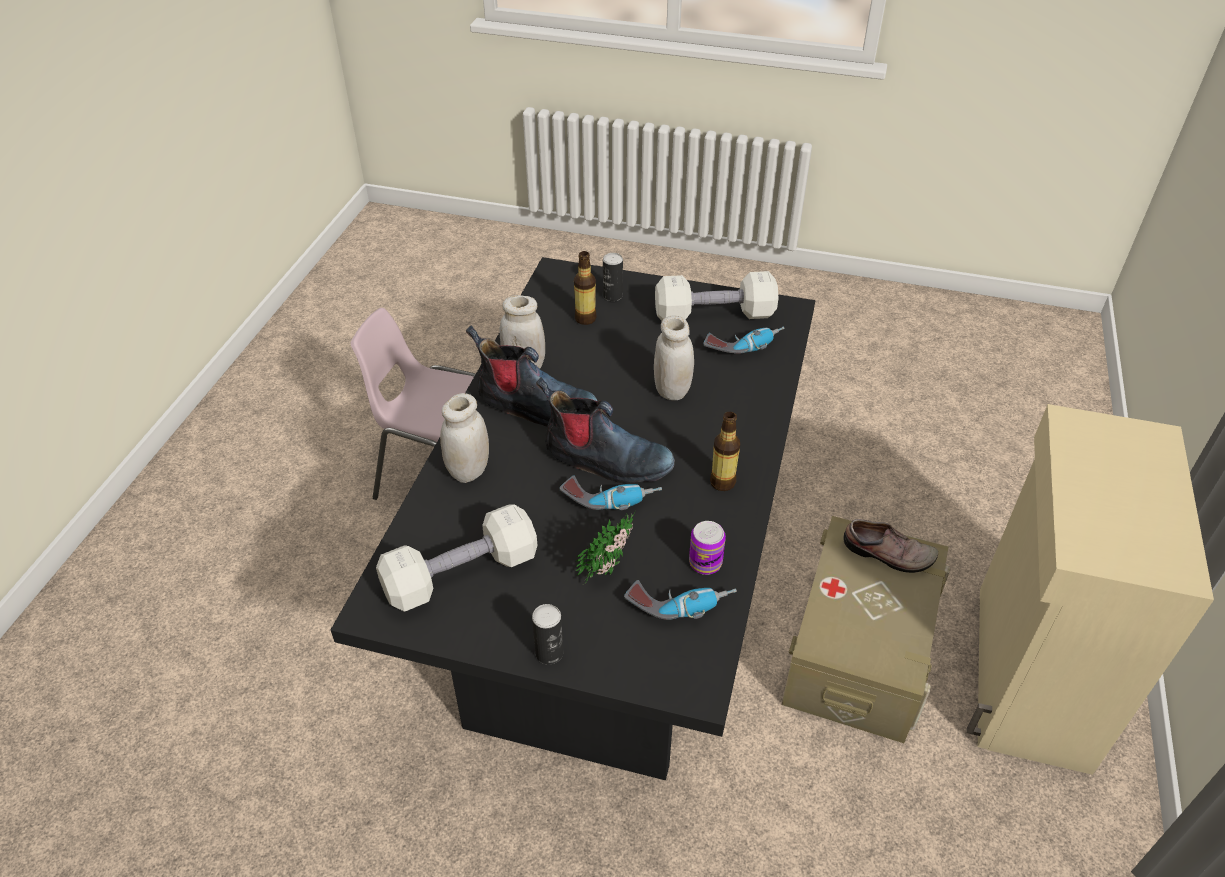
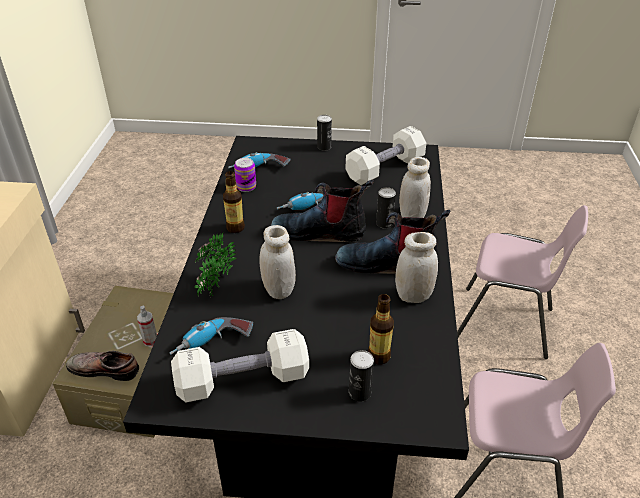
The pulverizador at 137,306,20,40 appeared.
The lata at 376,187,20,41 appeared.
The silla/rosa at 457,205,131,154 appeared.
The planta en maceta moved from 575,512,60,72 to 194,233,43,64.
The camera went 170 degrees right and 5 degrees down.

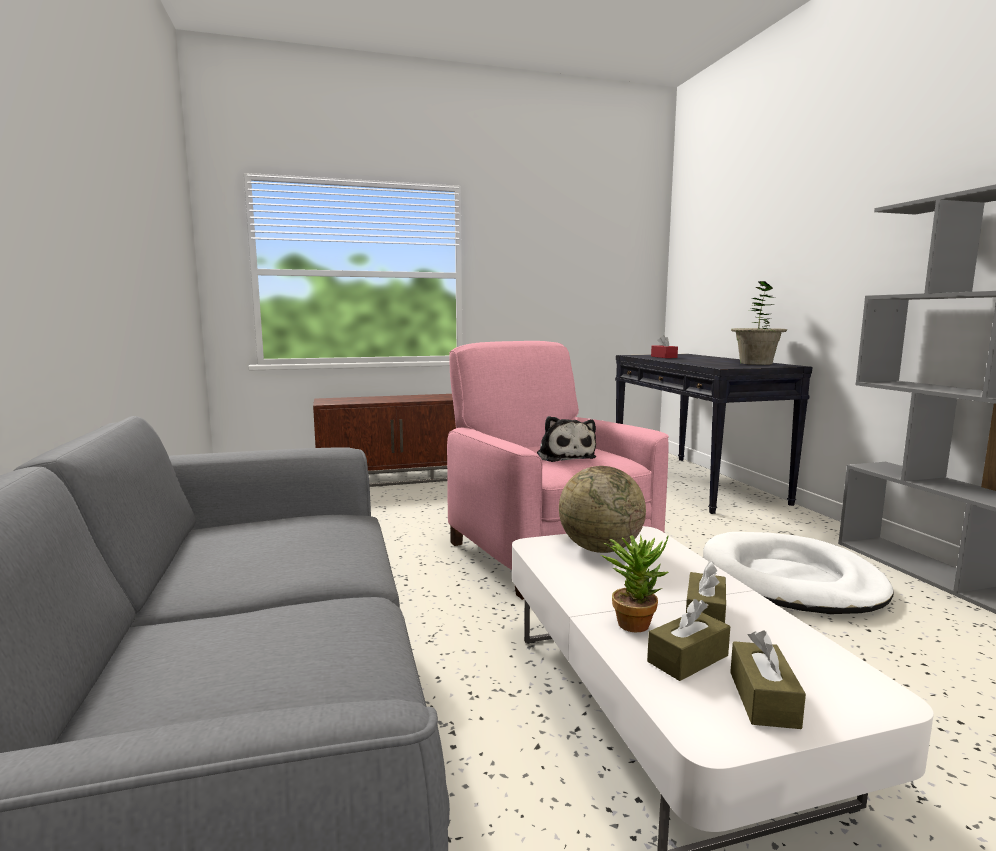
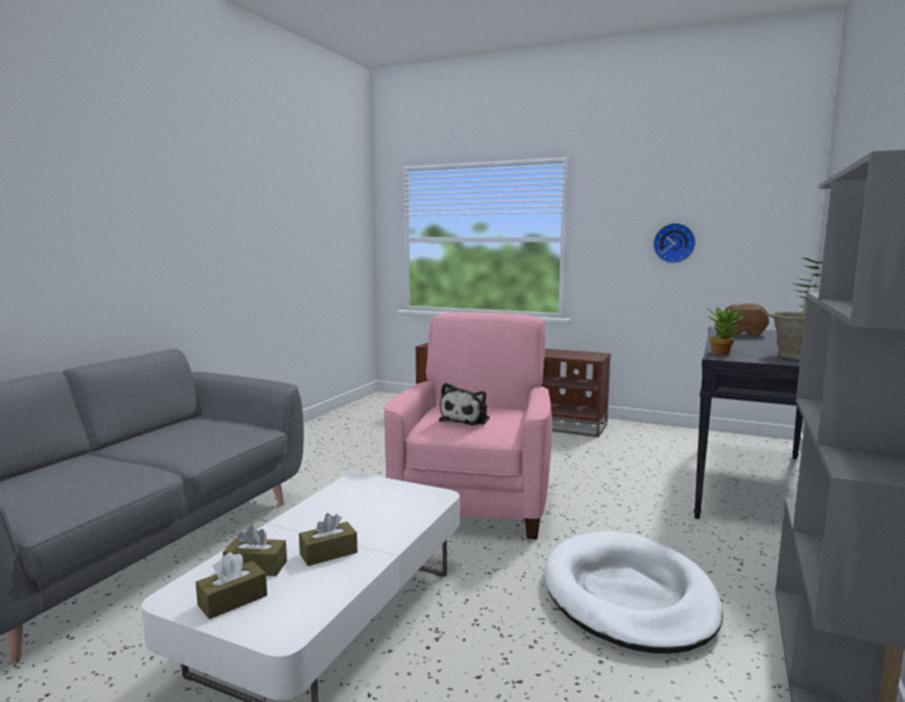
The globo terráqueo at 559,466,87,87 disappeared.
The reloj de pared at 653,223,43,40 appeared.
The planta en maceta moved from 601,535,68,97 to 708,307,37,47.
The caja de pañuelos/rojo at 651,335,27,23 was replaced by the peluche/marrón at 717,304,52,33.
The camera went 40 degrees right and 0 degrees up.

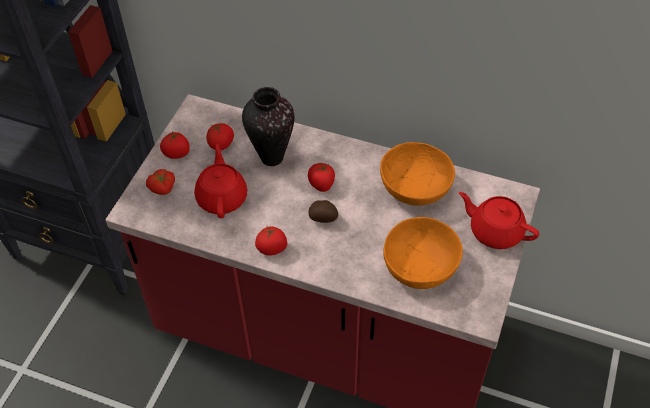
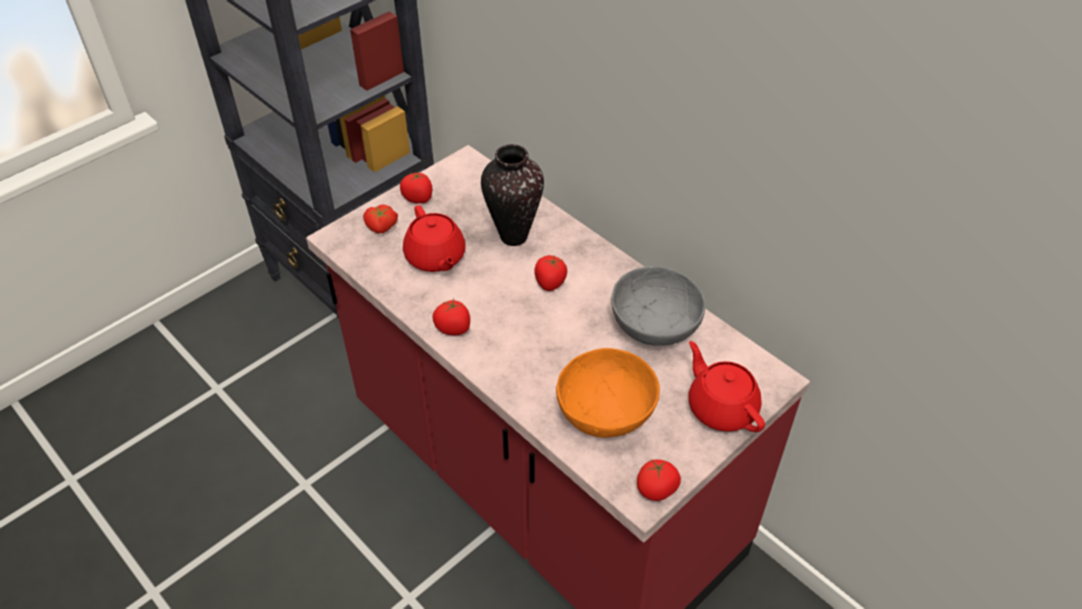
The patata at 309,200,29,23 disappeared.
The tomate moved from 206,123,28,27 to 637,459,44,42.
The cuenco/naranja at 380,142,75,64 became the cuenco/gris at 611,266,94,80.
The tetera/rojo at 194,144,53,74 turned 135 degrees clockwise.
The camera went 25 degrees right and 5 degrees down.

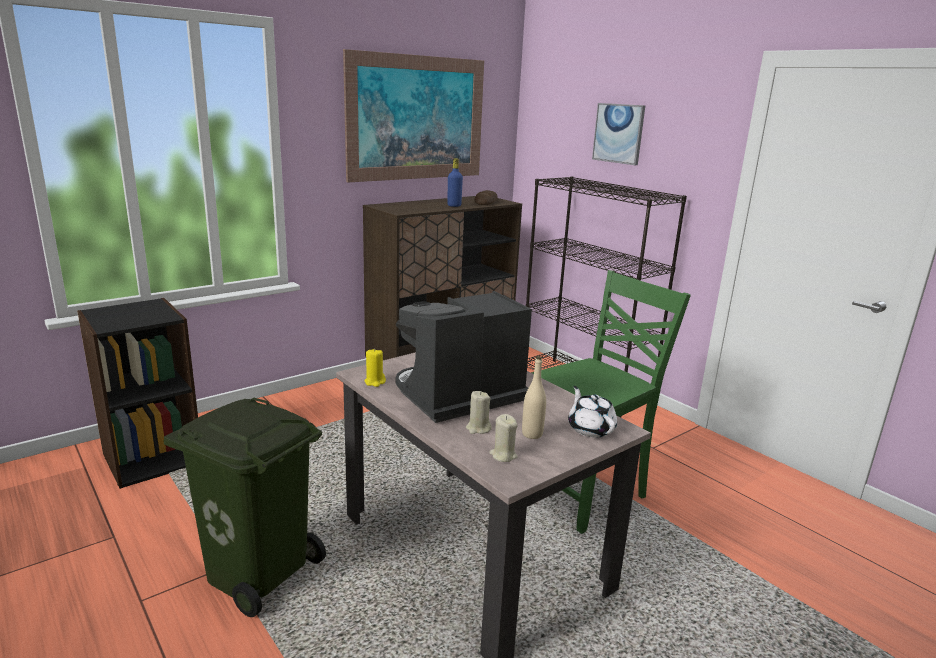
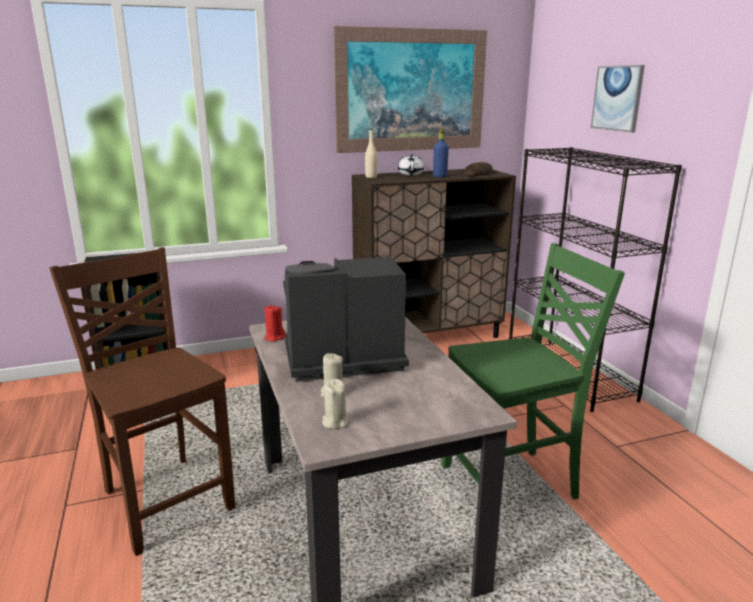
The botella/beis moved from 522,356,24,83 to 365,129,12,49.
The tetera/blanco moved from 568,386,49,52 to 398,153,26,22.
The papelera/verde at 164,398,162,219 was replaced by the silla/marrón at 49,247,186,309.
The vela/amarillo at 364,348,22,39 became the vela/rojo at 265,306,21,36.
The camera went 20 degrees right and 0 degrees up.

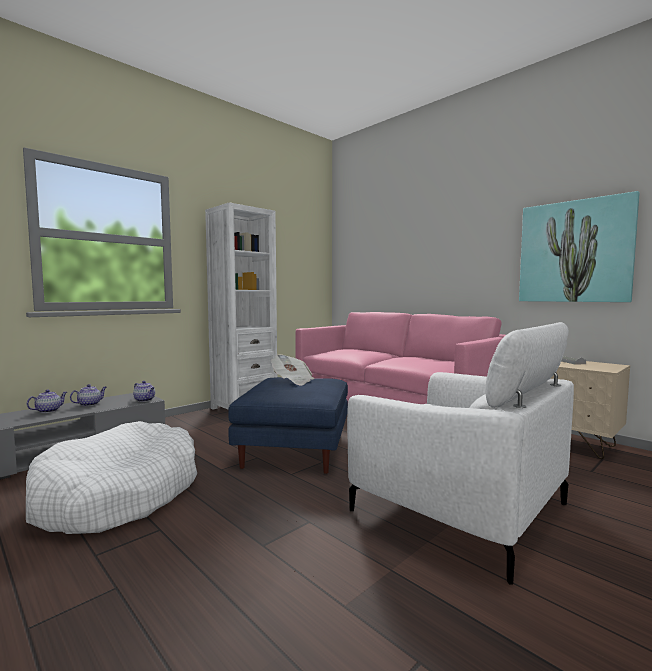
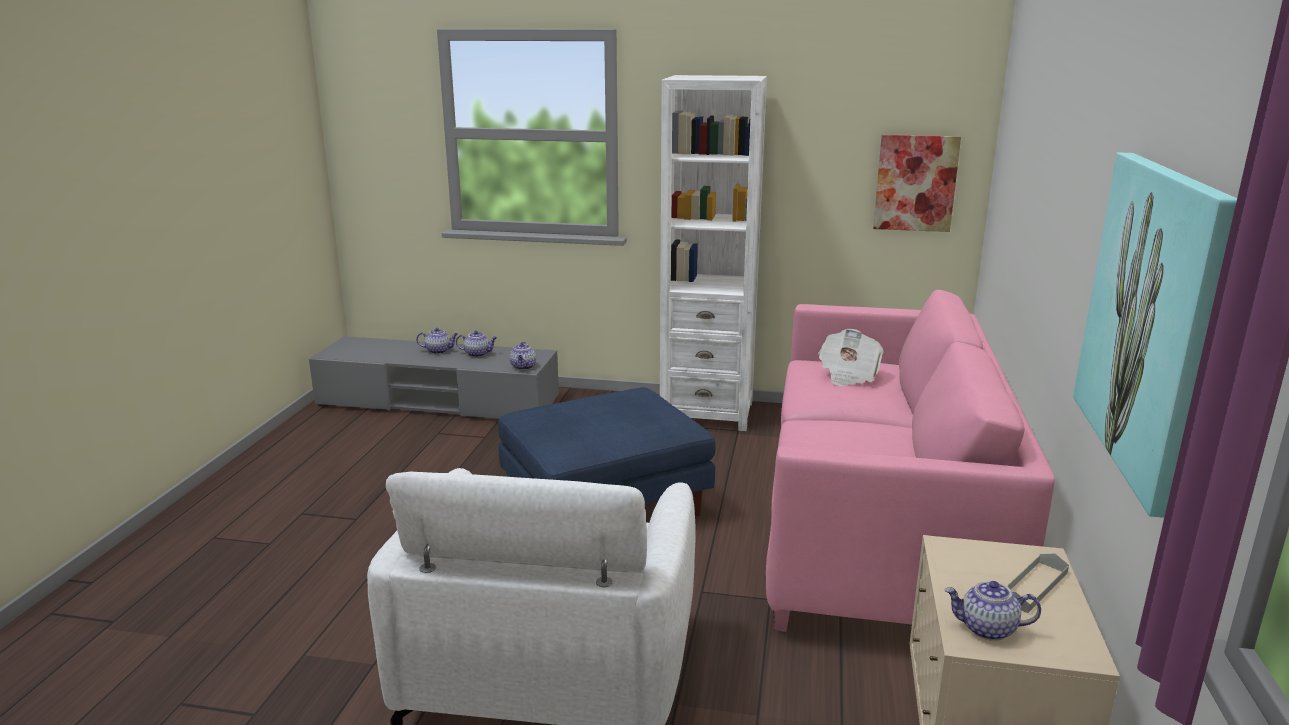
The cama para perro/blanco at 26,421,171,113 disappeared.
The cuadro at 873,135,88,97 appeared.
The tetera at 944,581,97,60 appeared.
The periódico moved from 271,354,43,32 to 818,329,66,57.
The camera went 55 degrees right and 15 degrees up.

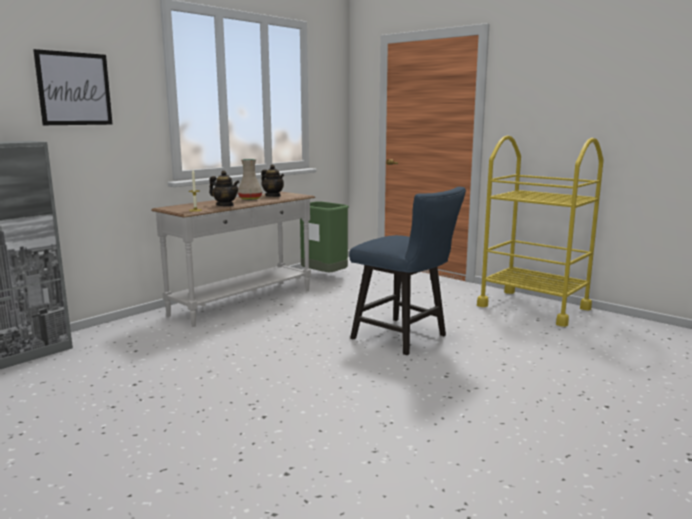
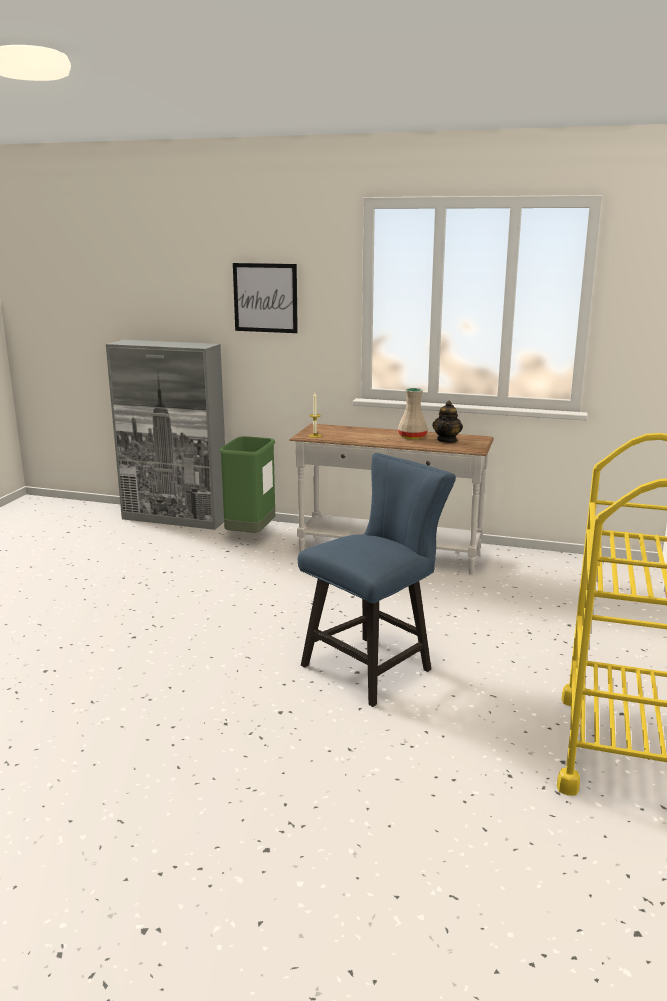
The tetera at 209,171,30,35 disappeared.
The papelera/verde moved from 300,201,49,71 to 219,436,56,97.
The silla/azul at 349,187,117,168 turned 150 degrees counterclockwise.
The camera went 65 degrees right and 5 degrees up.

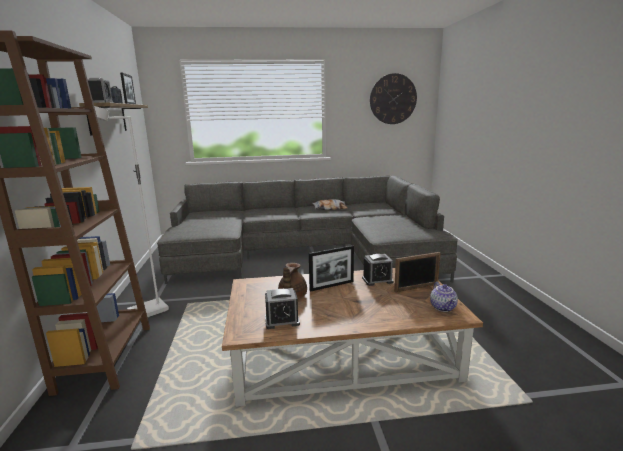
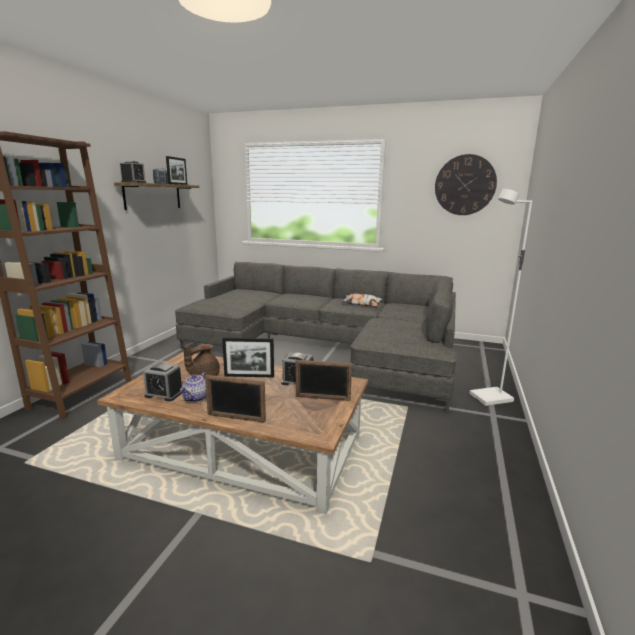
The portarretratos at 205,375,61,48 appeared.
The lámpara de pie/blanco moved from 94,106,75,211 to 469,189,63,217.
The tetera moved from 430,282,28,30 to 180,372,28,30.
The camera went 25 degrees right and 0 degrees up.

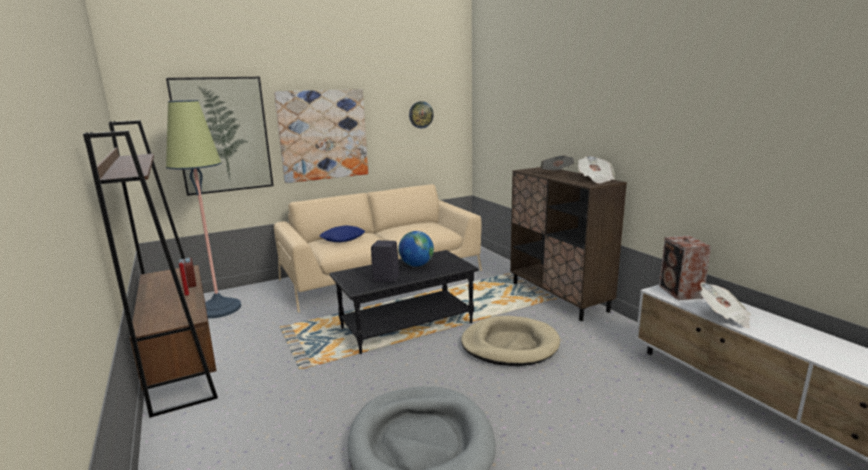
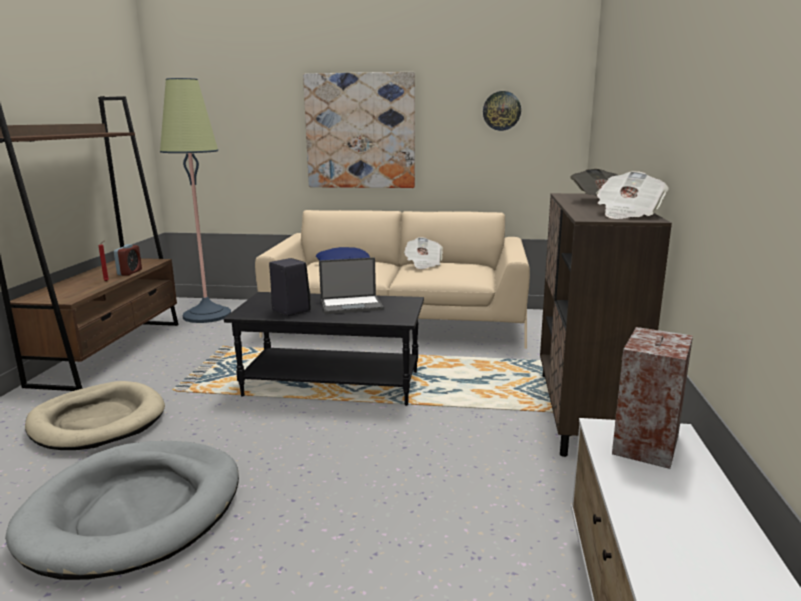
The cuadro at 166,77,108,119 disappeared.
The cama para perro/beis moved from 461,316,99,50 to 25,381,140,69.
The periódico moved from 700,282,51,46 to 404,237,39,32.
The globo terráqueo at 398,231,36,36 was replaced by the portátil at 319,257,65,57.
The camera went 35 degrees right and 0 degrees up.

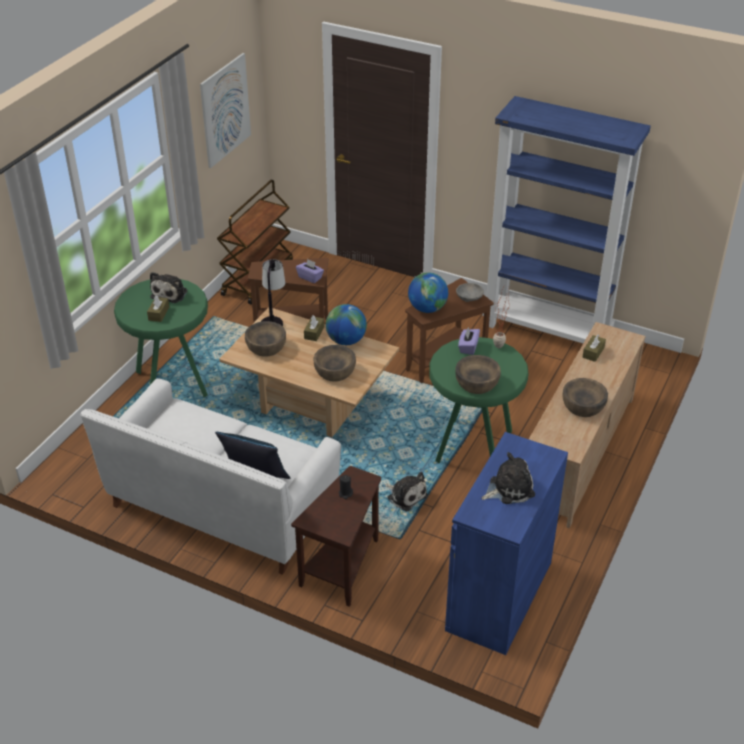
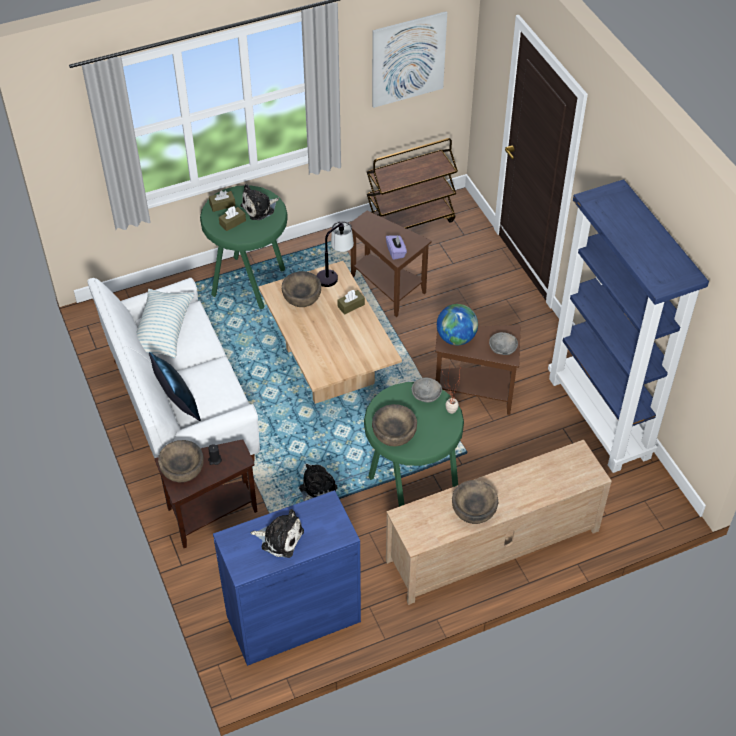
The globo terráqueo at 326,304,41,41 disappeared.
The cojín at 136,289,58,69 appeared.
The cuenco/marrón moved from 313,345,43,37 to 158,440,46,42.
The caja de pañuelos/marrón moved from 583,334,23,28 to 209,191,27,21.
The caja de pañuelos/morado at 458,327,22,28 was replaced by the cuenco/gris at 412,377,30,26.
The peluche at 385,472,43,40 turned 135 degrees counterclockwise.
The camera went 40 degrees right and 10 degrees up.

